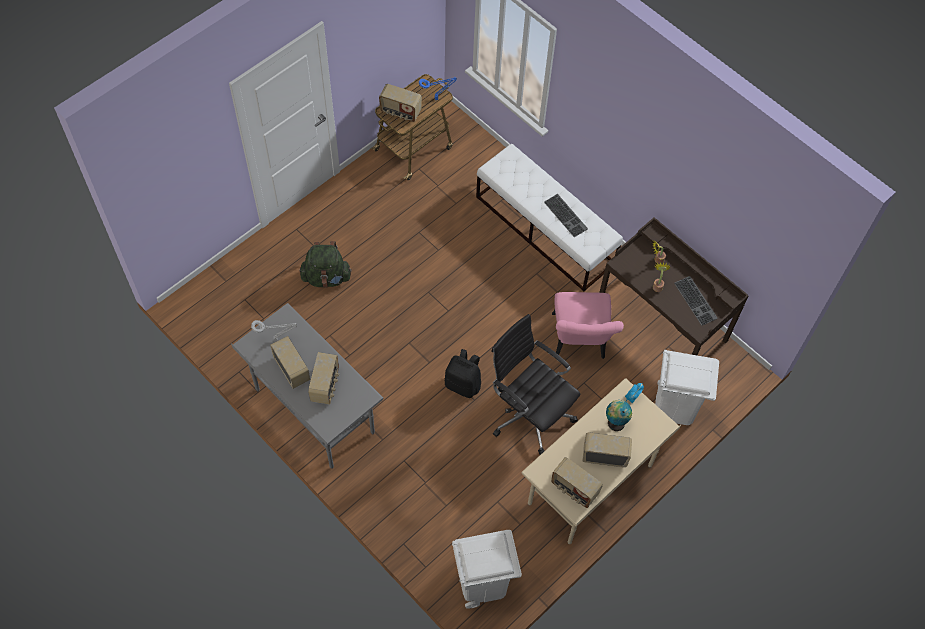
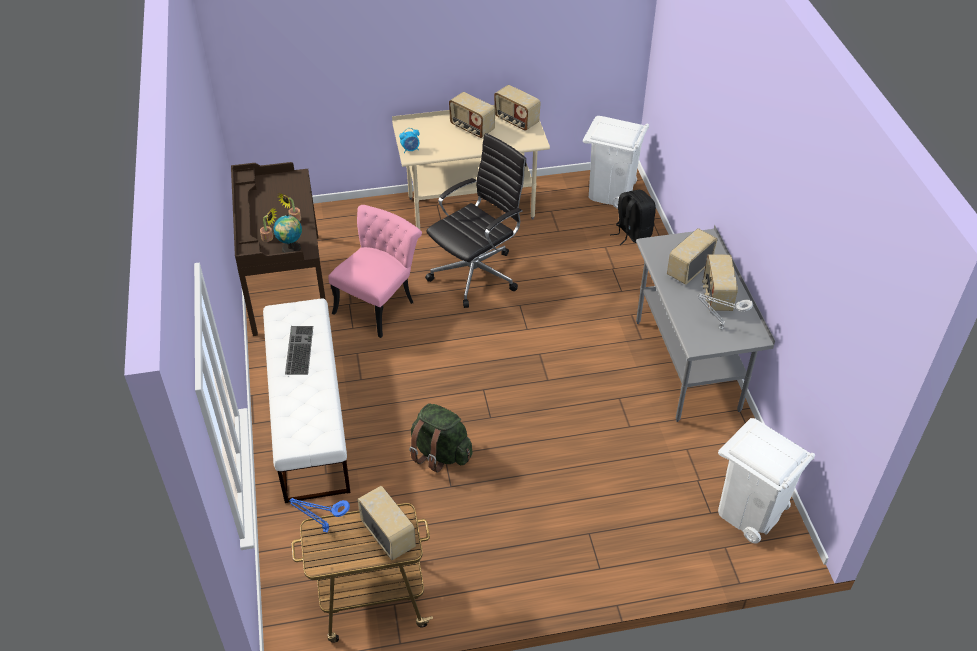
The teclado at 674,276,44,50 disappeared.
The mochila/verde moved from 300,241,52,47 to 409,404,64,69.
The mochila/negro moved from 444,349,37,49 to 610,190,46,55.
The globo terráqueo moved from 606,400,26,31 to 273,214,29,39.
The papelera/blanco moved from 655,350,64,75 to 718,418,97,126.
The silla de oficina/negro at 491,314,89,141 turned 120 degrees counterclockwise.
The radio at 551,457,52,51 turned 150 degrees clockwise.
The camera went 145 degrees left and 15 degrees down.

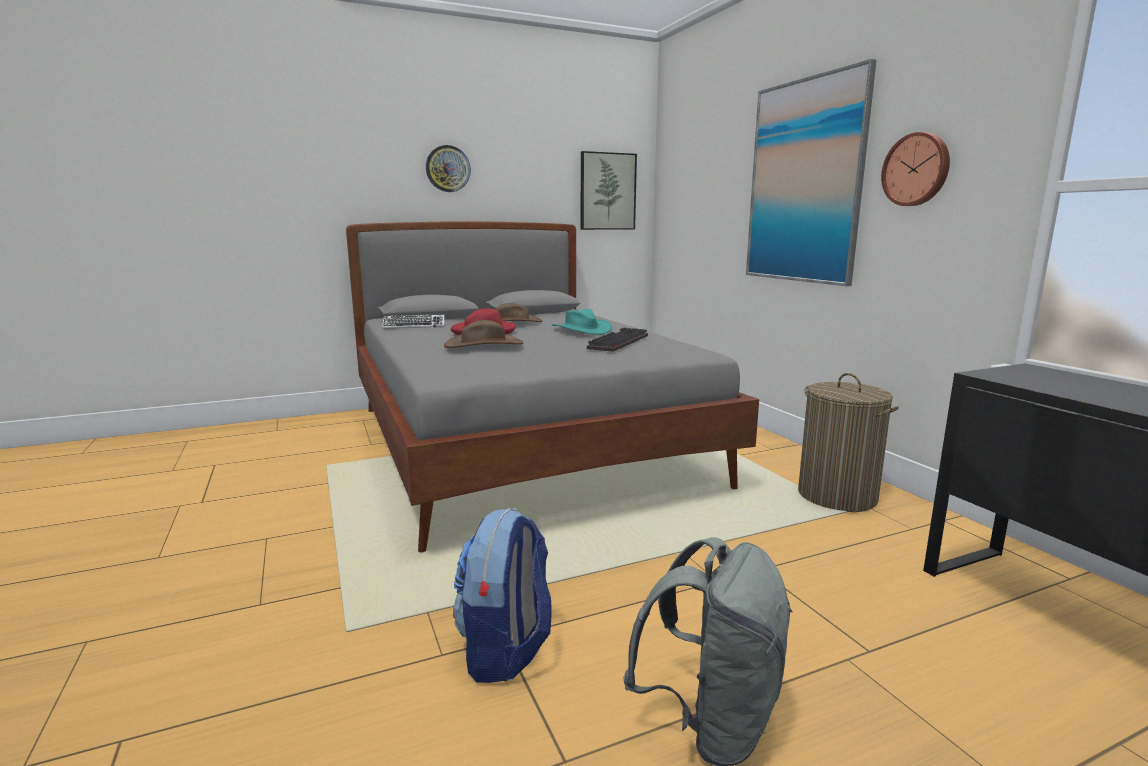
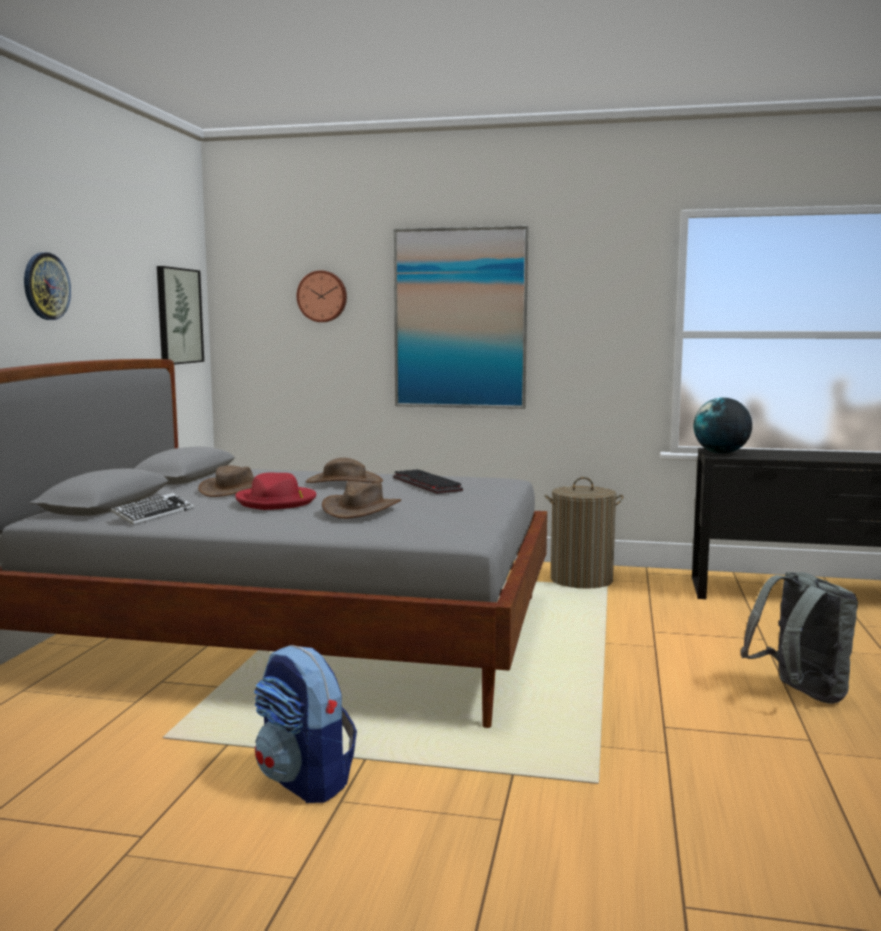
The globo terráqueo at 693,398,59,56 appeared.
The mochila moved from 453,508,99,175 to 254,645,103,158.
The reloj de pared moved from 881,132,69,74 to 297,270,50,52.
The sombrero/turquesa at 552,309,60,26 became the sombrero/marrón at 306,458,77,25.
The camera went 55 degrees left and 5 degrees down.

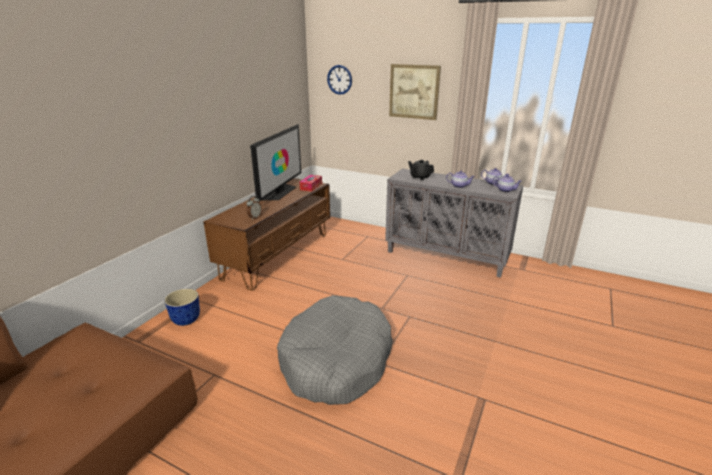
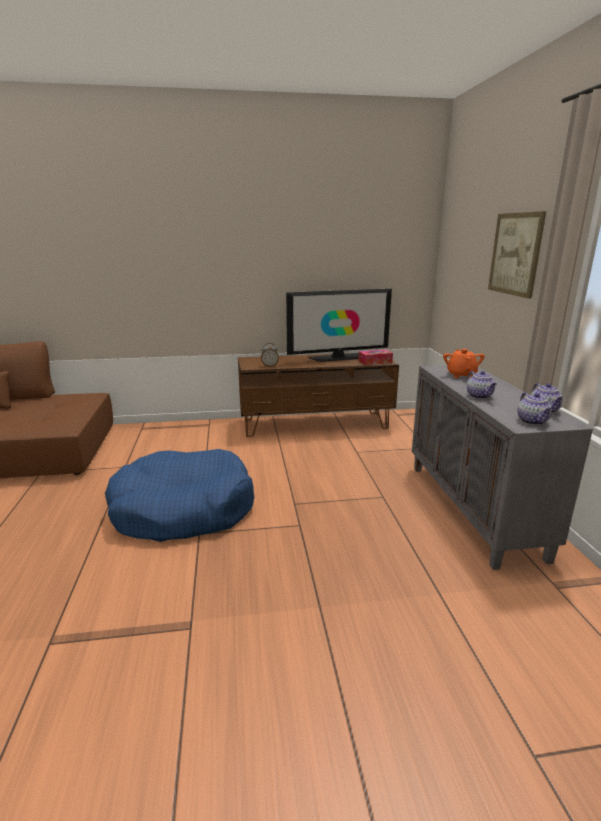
The maceta at 164,289,36,37 disappeared.
The reloj de pared at 327,65,25,30 disappeared.
The cama para perro/gris at 277,295,116,110 became the cama para perro/azul at 105,449,149,93.
The tetera/negro at 408,160,26,20 became the tetera/naranja at 443,349,42,29.
The camera went 55 degrees right and 5 degrees down.

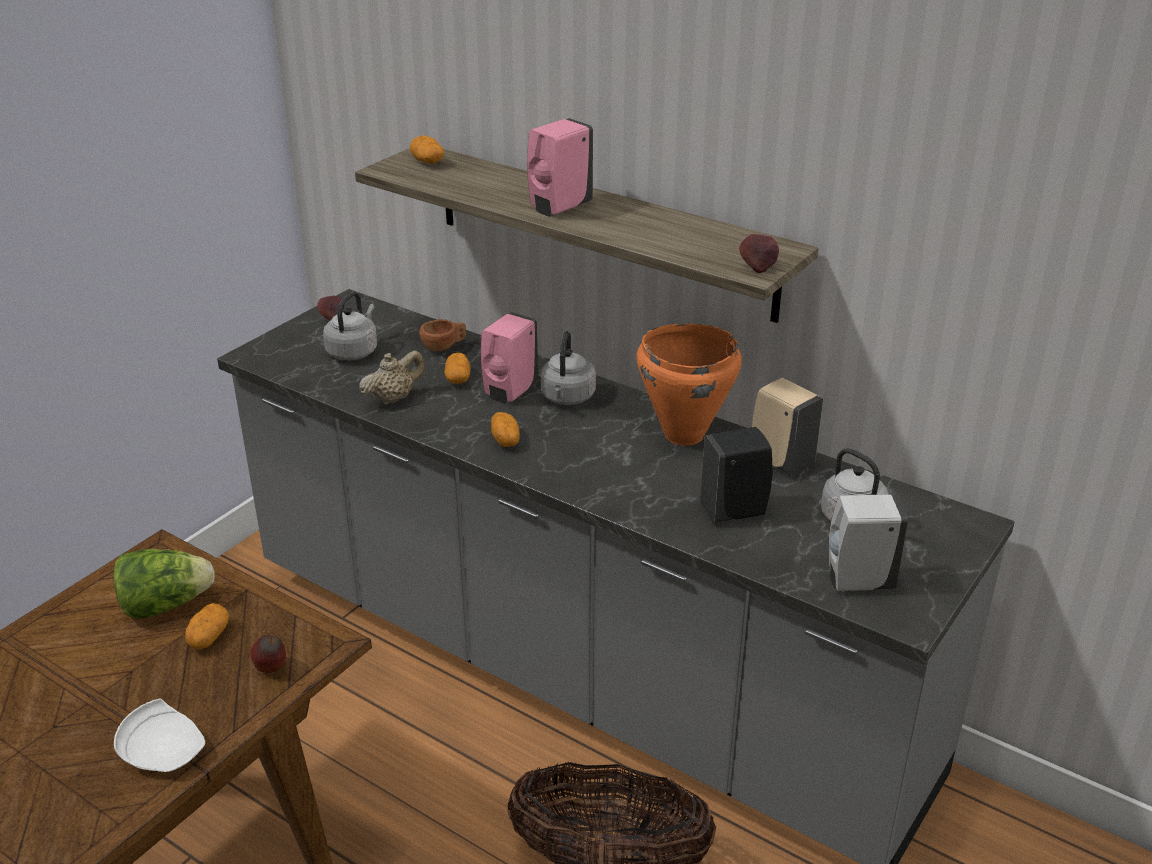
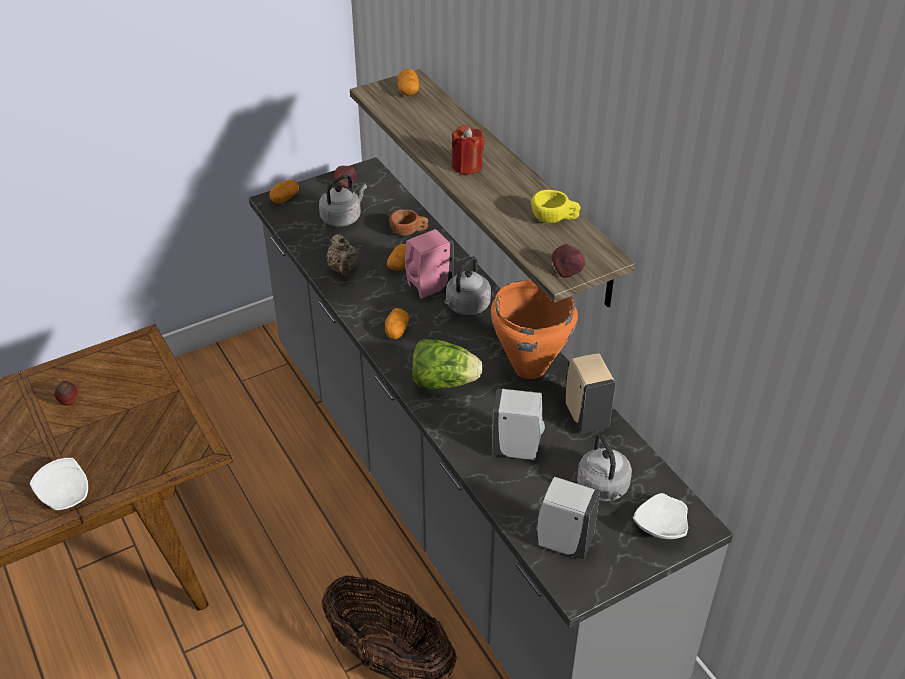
The taza/amarillo at 531,190,49,33 appeared.
The plato/blanco at 633,493,55,46 appeared.
The lechuga moved from 113,549,102,69 to 412,339,71,50.
The patata moved from 185,603,44,46 to 269,180,30,24.
The manzana moved from 250,635,36,38 to 54,381,25,25.
The dispensador de jabón/rosa at 527,118,66,99 was replaced by the vela/rojo at 452,125,32,50.
The dispensador de jabón/negro at 700,427,72,96 became the dispensador de jabón/blanco at 492,389,53,71.
The tetera/beis at 359,350,66,55 turned 90 degrees clockwise.
The camera went 25 degrees right and 10 degrees up.

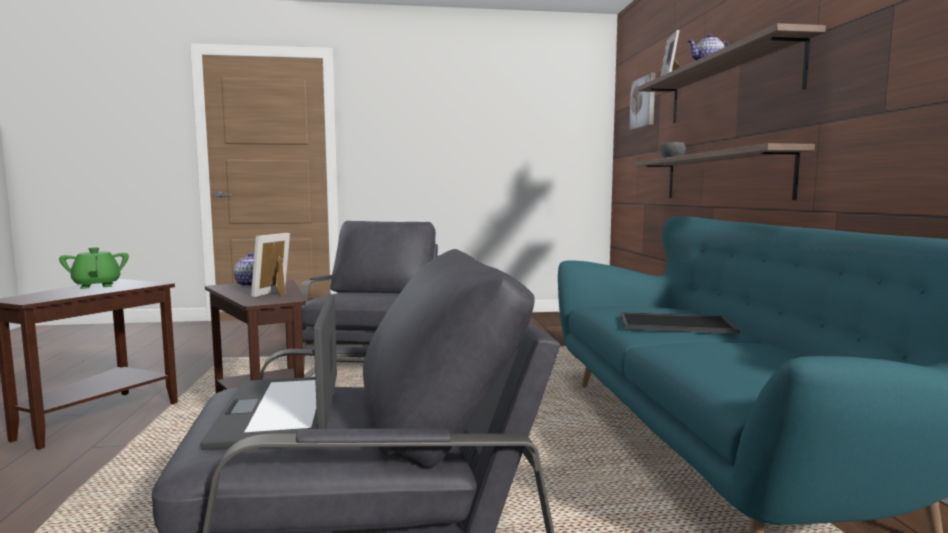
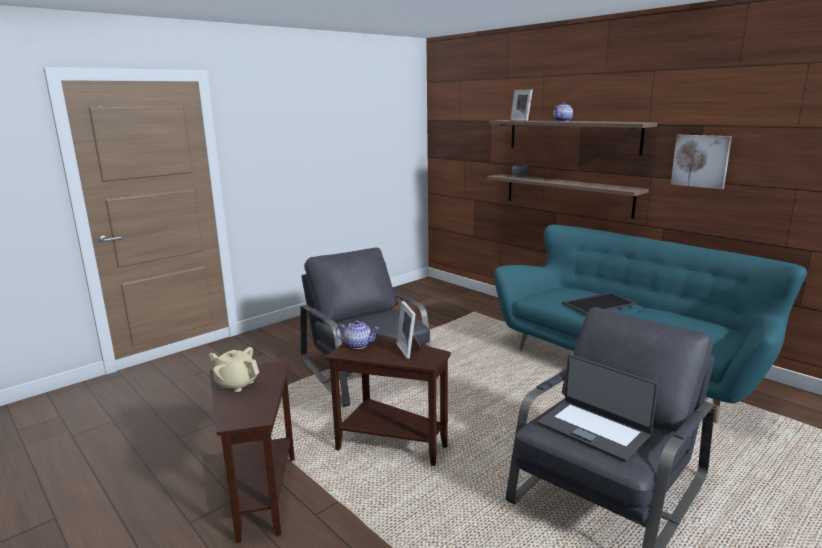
The cuadro moved from 629,73,26,57 to 671,135,61,54.
The tetera/verde at 59,247,70,42 became the tetera/beis at 209,347,50,45.
The camera went 35 degrees left and 10 degrees up.

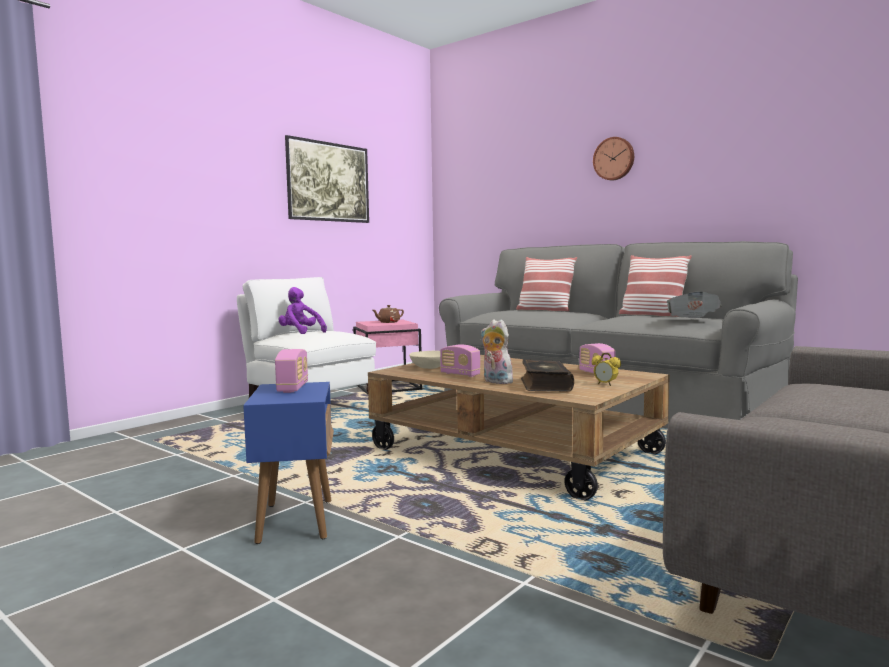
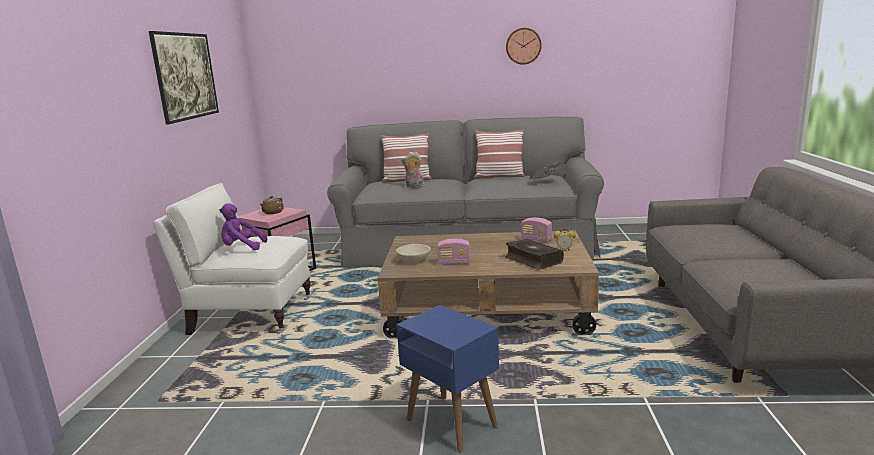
The radio at 275,349,33,44 disappeared.
The peluche moved from 481,319,32,65 to 401,151,23,37.
The reloj de pared moved from 593,137,41,43 to 506,28,36,37.
The camera went 35 degrees left and 10 degrees up.

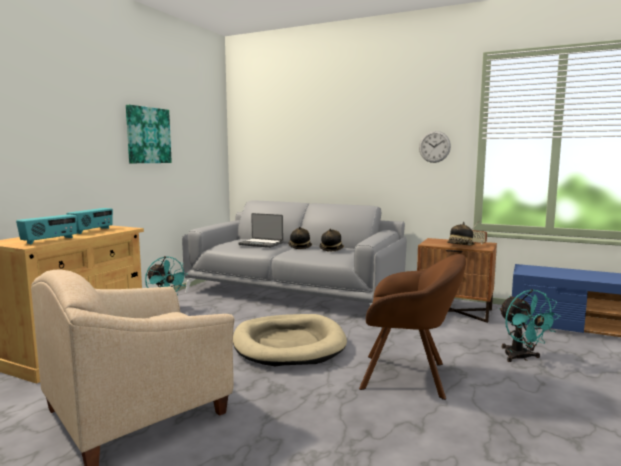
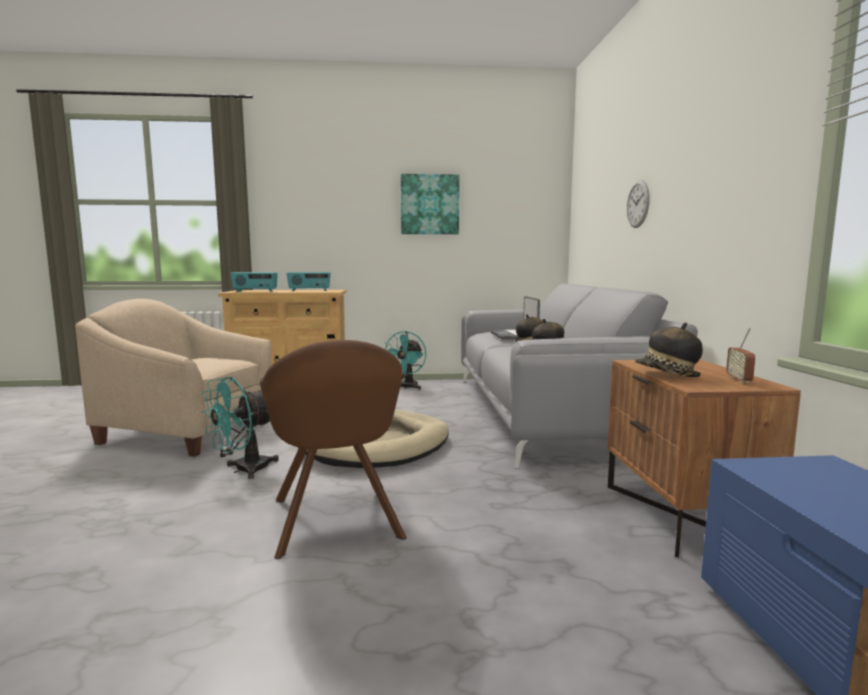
The reloj de pared moved from 419,131,32,32 to 627,180,23,48.
The ventilador/turquesa moved from 499,289,62,73 to 201,377,78,102.
The camera went 60 degrees right and 0 degrees up.

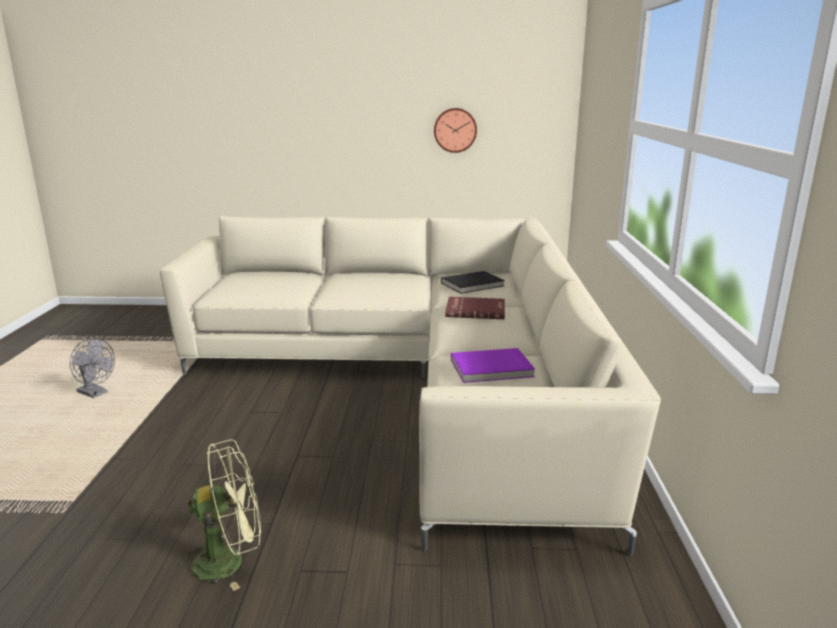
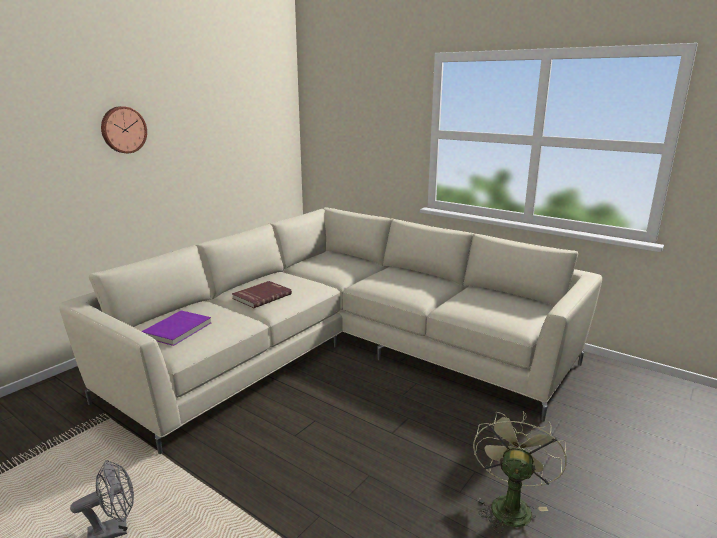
The libro/negro at 441,271,64,23 disappeared.
The reloj de pared moved from 434,108,43,45 to 101,106,46,47.
The libro/rojo moved from 445,297,60,22 to 232,281,60,27.
The libro/morado moved from 451,348,84,35 to 142,310,69,36.
The camera went 55 degrees left and 0 degrees up.

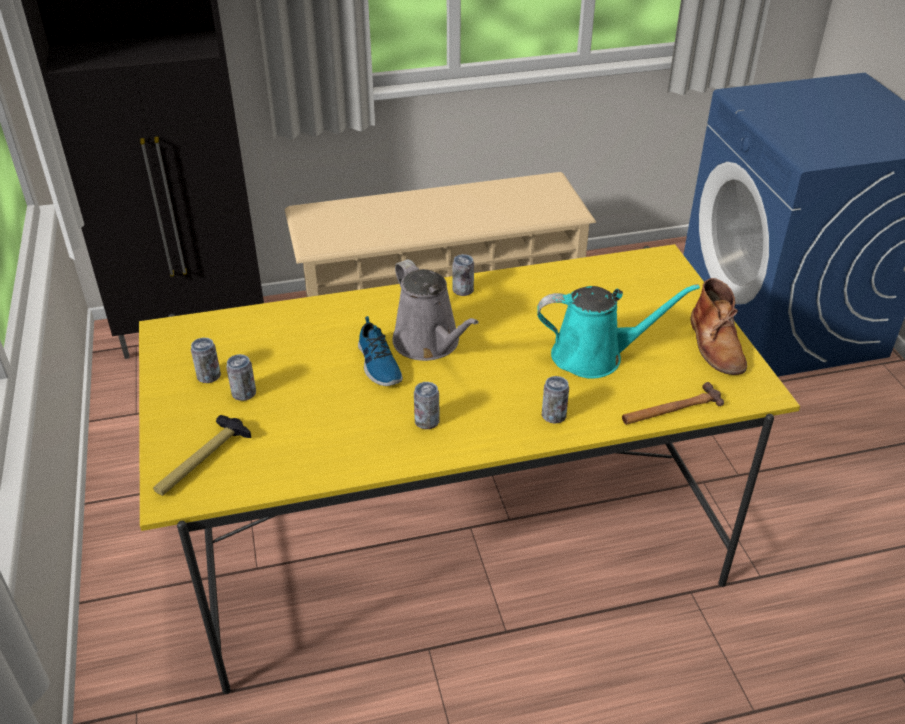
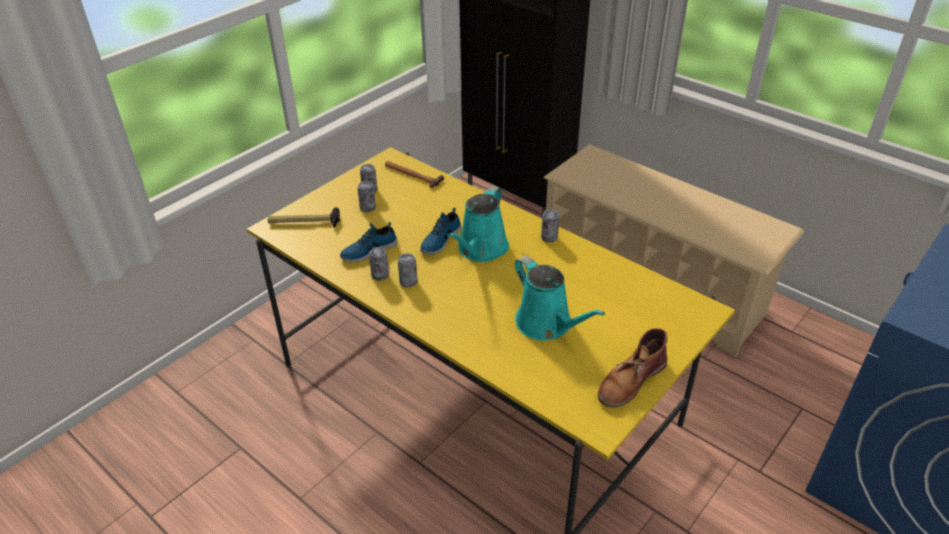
The zapato at 340,222,58,40 appeared.
The lata moved from 542,376,27,48 to 369,247,20,34.
The martillo moved from 622,382,102,43 to 385,161,59,27.
The regadera/gris at 392,259,87,102 became the regadera/turquesa at 448,186,61,76.
The camera went 55 degrees right and 0 degrees up.

